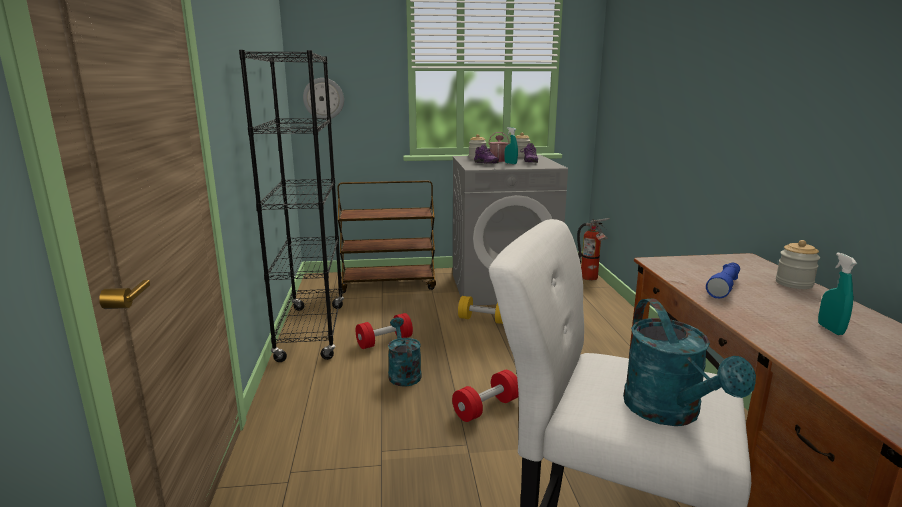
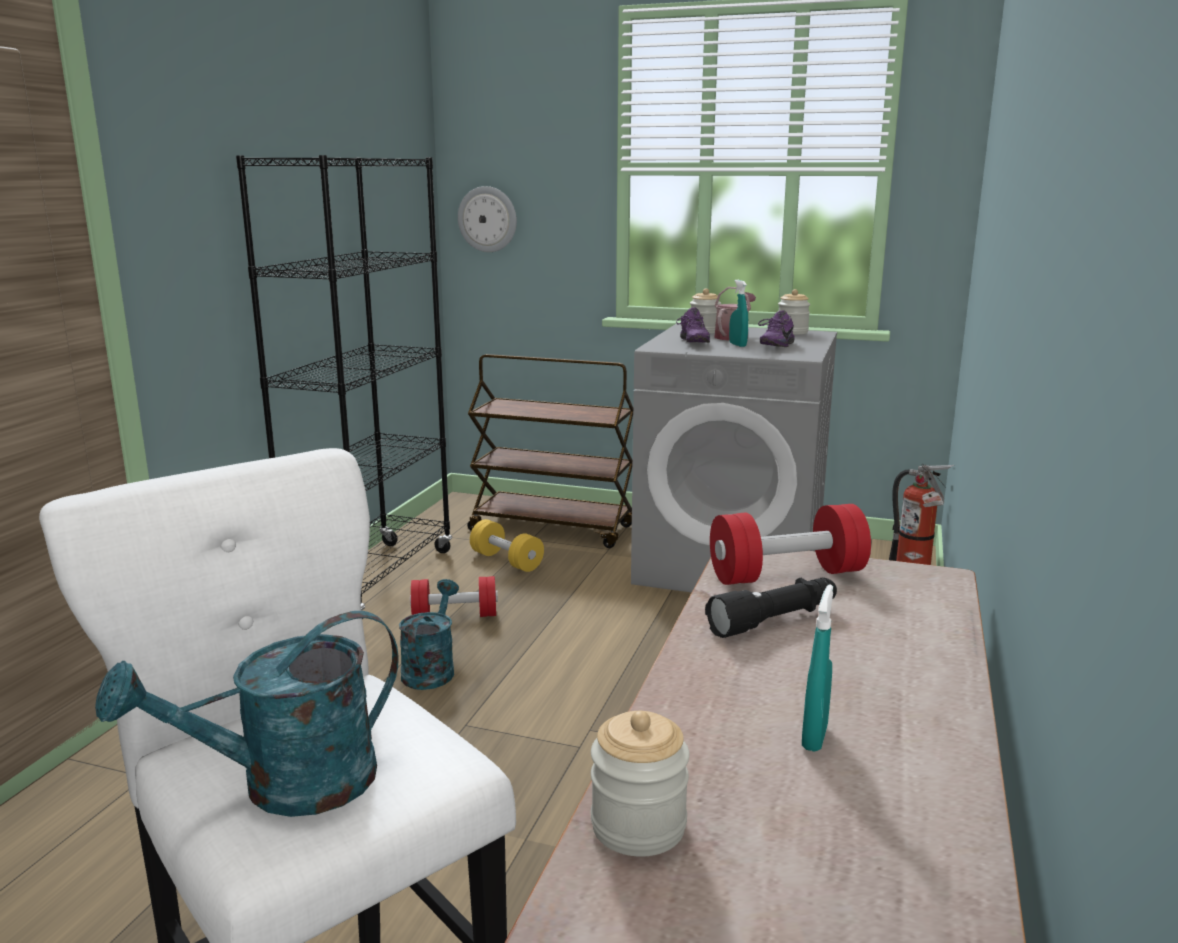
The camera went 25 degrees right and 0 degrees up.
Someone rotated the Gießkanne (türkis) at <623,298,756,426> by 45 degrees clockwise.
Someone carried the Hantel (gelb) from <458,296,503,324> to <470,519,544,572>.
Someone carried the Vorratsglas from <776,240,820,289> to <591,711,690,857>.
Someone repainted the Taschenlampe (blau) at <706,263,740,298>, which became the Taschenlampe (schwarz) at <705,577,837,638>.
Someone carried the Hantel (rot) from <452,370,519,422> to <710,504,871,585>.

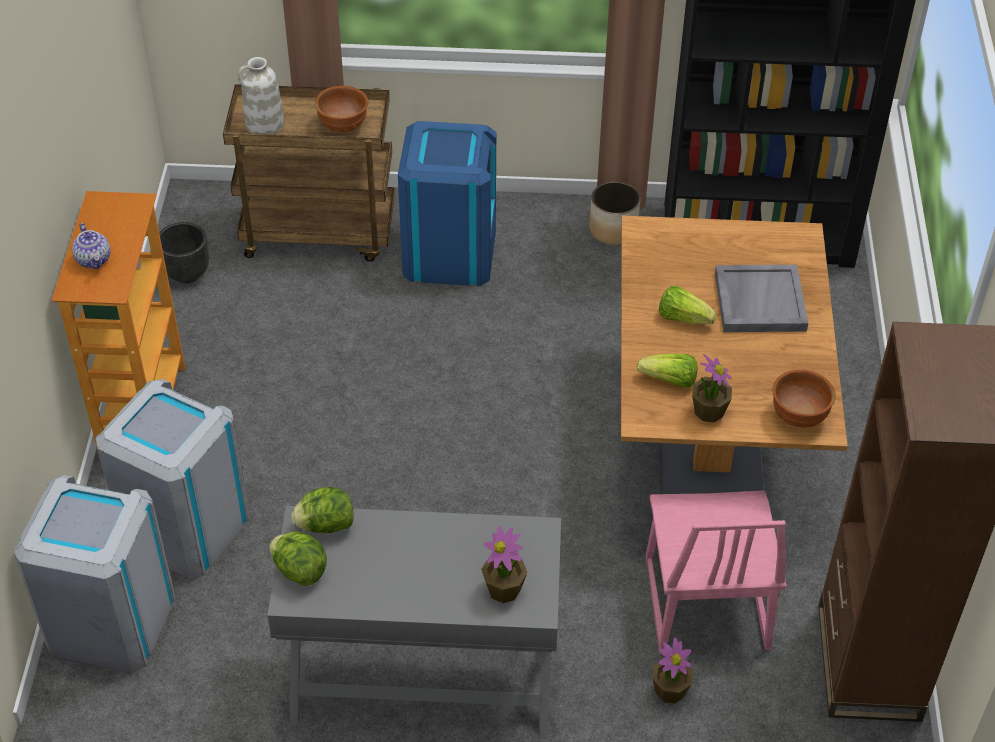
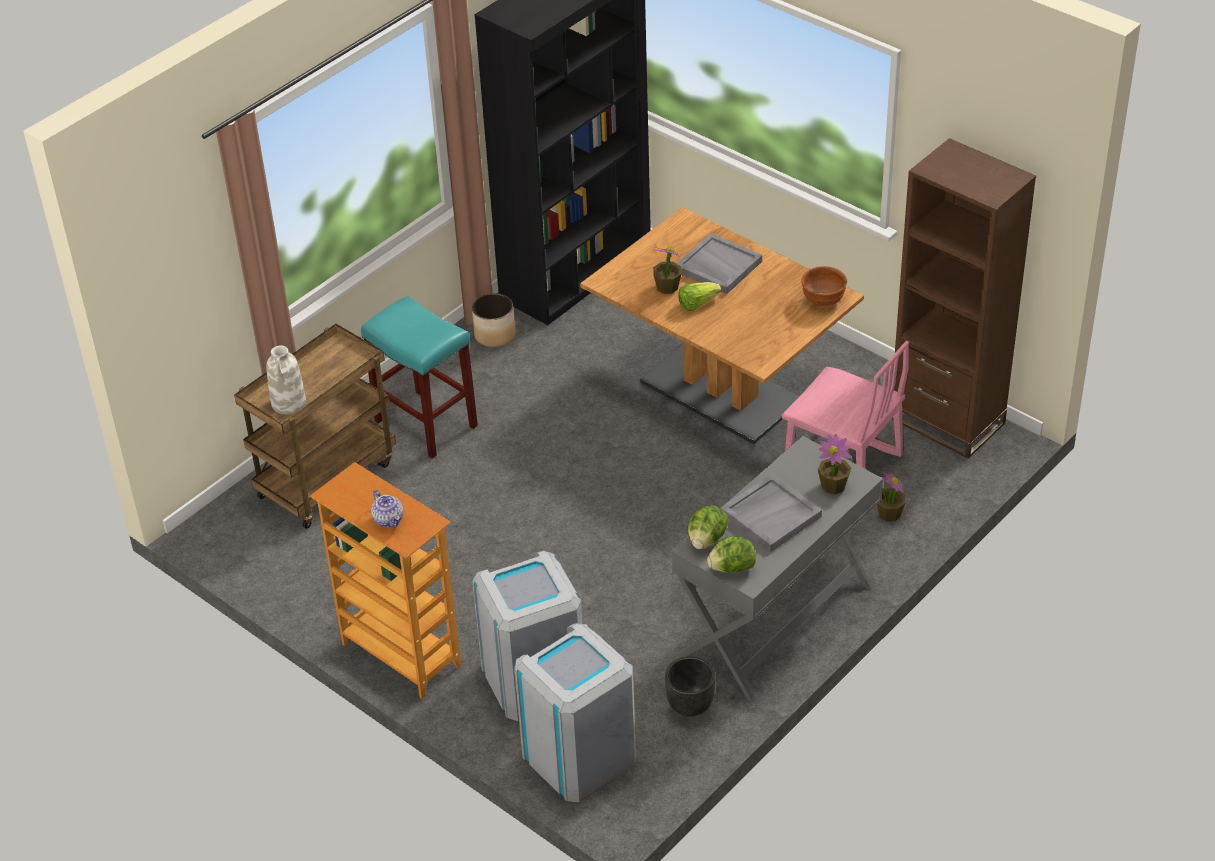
The camera went 50 degrees left and 5 degrees down.
Someone swapped the Mülleimer (blau) at <398,121,496,286> for the Hocker (türkis) at <361,296,478,459>.
Someone rotated the Teekanne at <72,223,110,270> by 45 degrees clockwise.
Someone carried the Topfpflanze from <692,354,732,422> to <653,247,682,294>.
Someone carried the Pflanzkübel (schwarz) from <159,222,209,283> to <665,656,715,717>.
Someone put down the Tablett (grau) at <721,474,822,552>.
Someone took away the Schüssel (braun) at <315,86,368,132>.
Someone took away the Salatkopf at <637,354,697,388>.

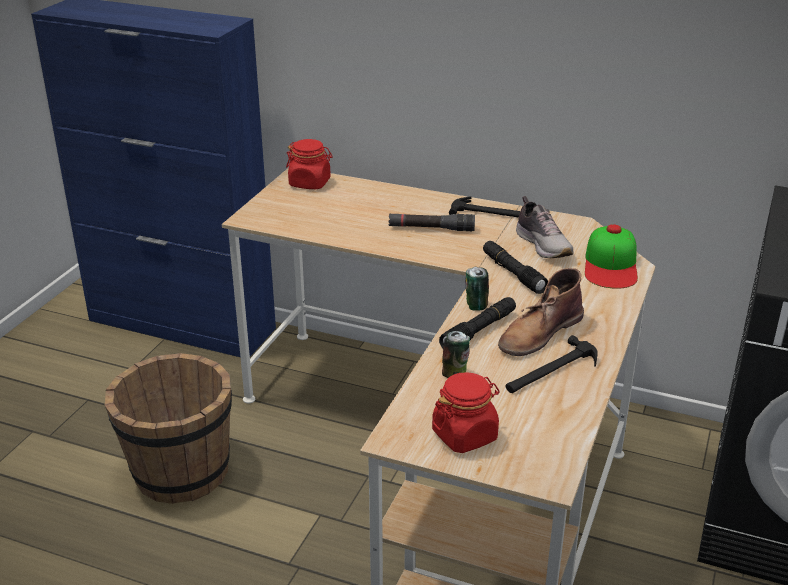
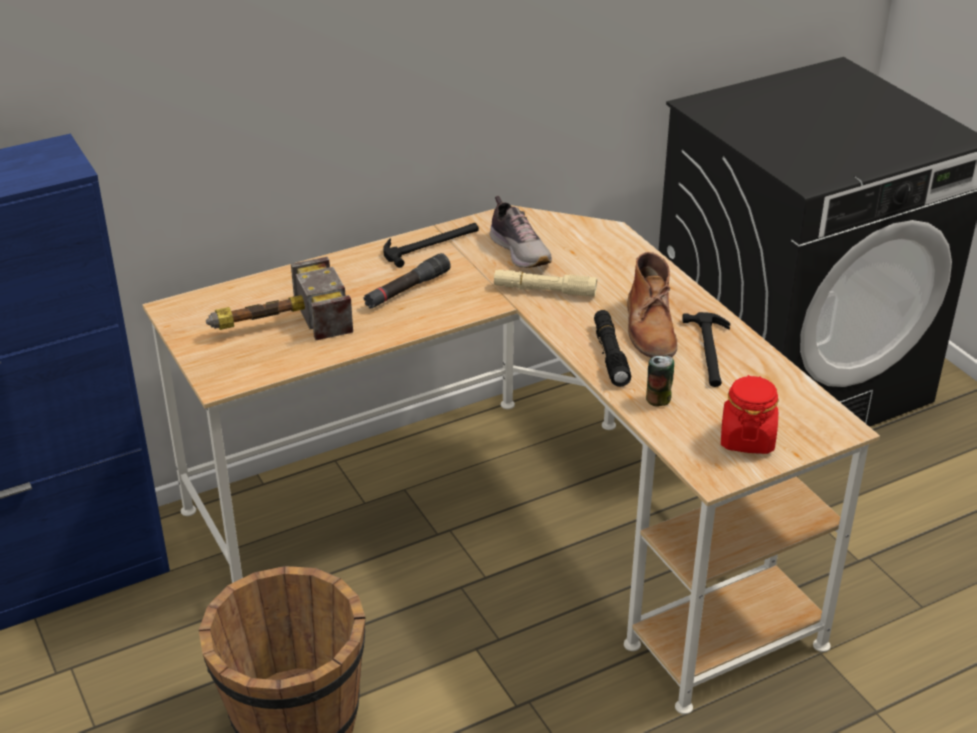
The camera went 50 degrees left and 5 degrees up.
Someone put down the Hammer at <206,257,353,340>.
Someone rotated the Schuh at <516,196,573,258> by 45 degrees clockwise.
Someone repainted the Taschenlampe (schwarz) at <483,241,548,294>, which became the Taschenlampe (beige) at <494,270,597,297>.
Someone took away the Vorratsglas (rot) at <286,139,333,189>.
Someone took away the Dose at <465,267,489,311>.
Someone took away the Kappe at <585,224,638,289>.

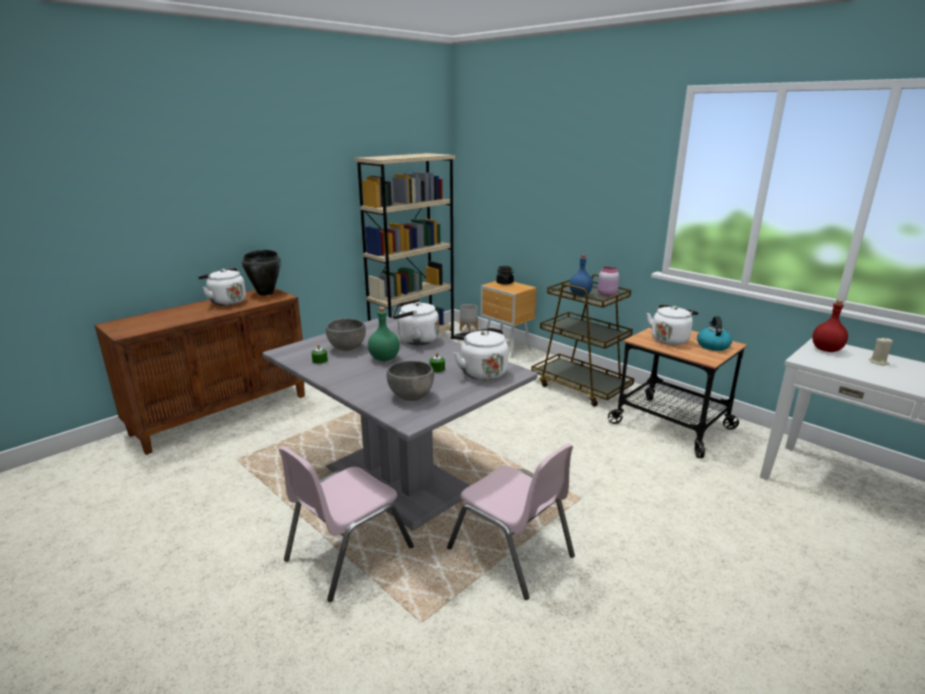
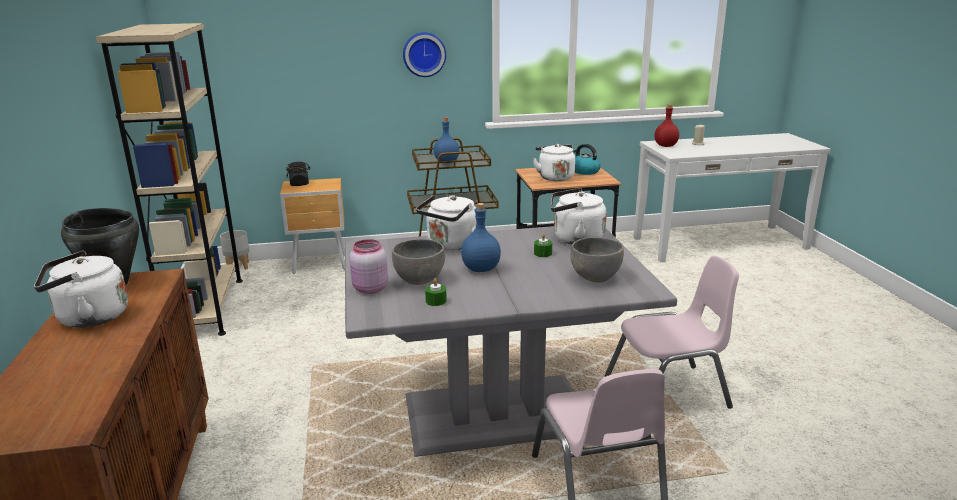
The camera went 55 degrees left and 0 degrees up.
Someone carried the Vorratsglas (rosa) from <598,267,619,296> to <349,239,388,294>.
Someone put up the Wanduhr at <403,32,446,77>.
Someone repainted the Flasche (grün) at <368,307,400,361>, which became the Flasche (blau) at <461,203,501,272>.

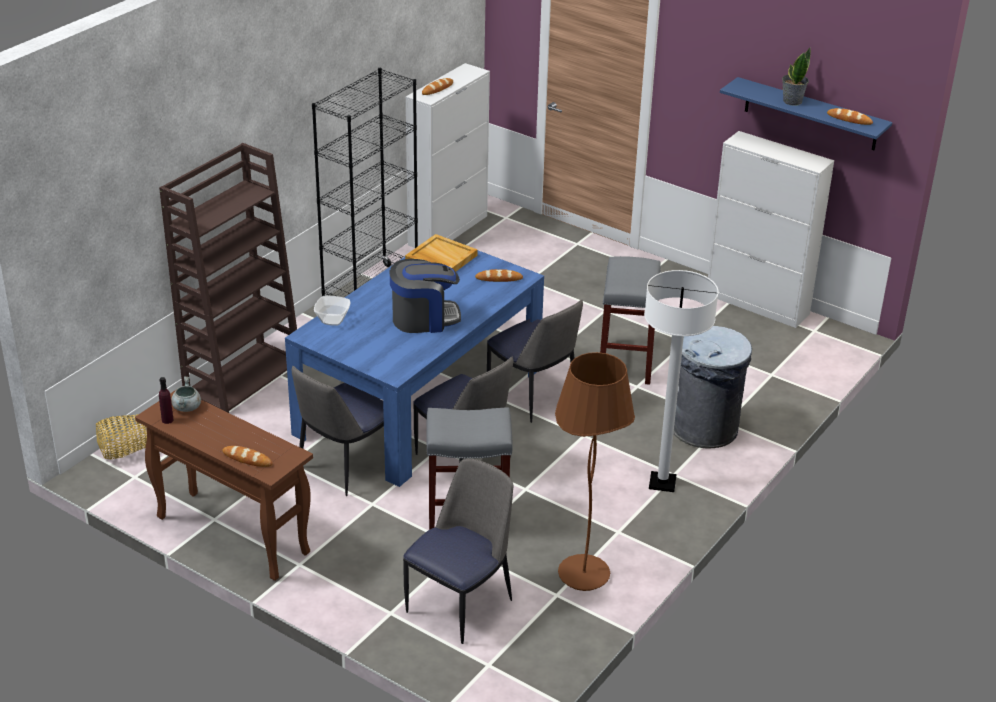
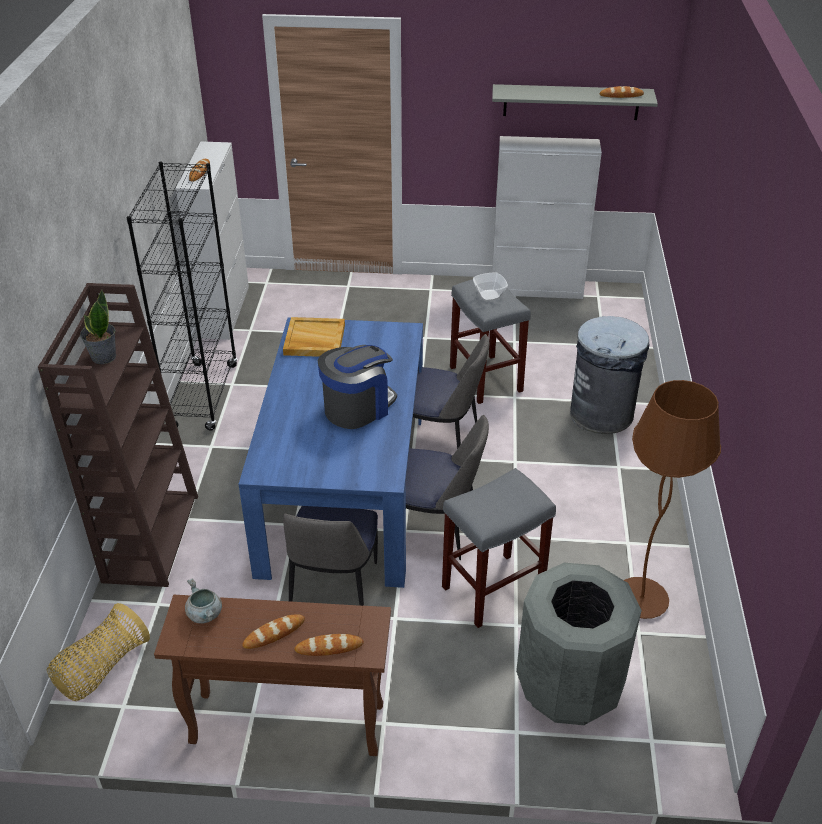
The camera went 30 degrees left and 5 degrees up.
Someone carried the Topfpflanze from <782,48,811,106> to <80,290,116,364>.
Someone carried the Brot from <475,269,523,282> to <242,614,305,649>.
Someone carried the Schüssel from <314,296,351,326> to <473,273,508,301>.
Someone repainted the Wandregal (blau) at <720,77,892,150>, which became the Wandregal (grau) at <492,84,658,120>.
Someone swapped the Stuhl at <403,459,513,644> for the Mülleimer (grau) at <516,563,642,725>.
Someone took away the Flasche (lila) at <159,377,173,424>.
Someone took away the Stehlampe (weiß) at <644,270,718,492>.

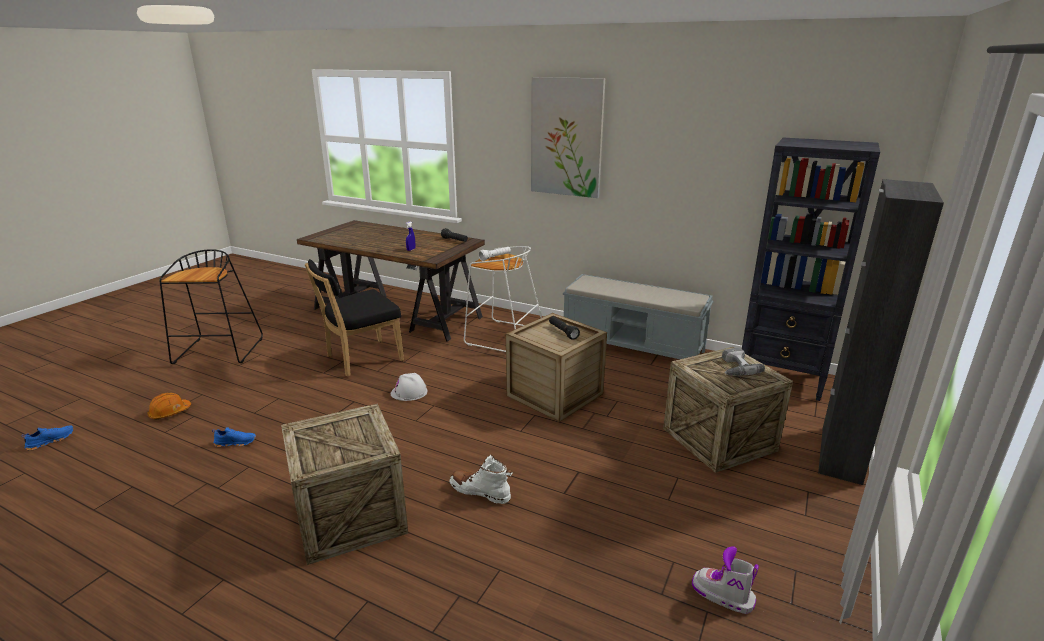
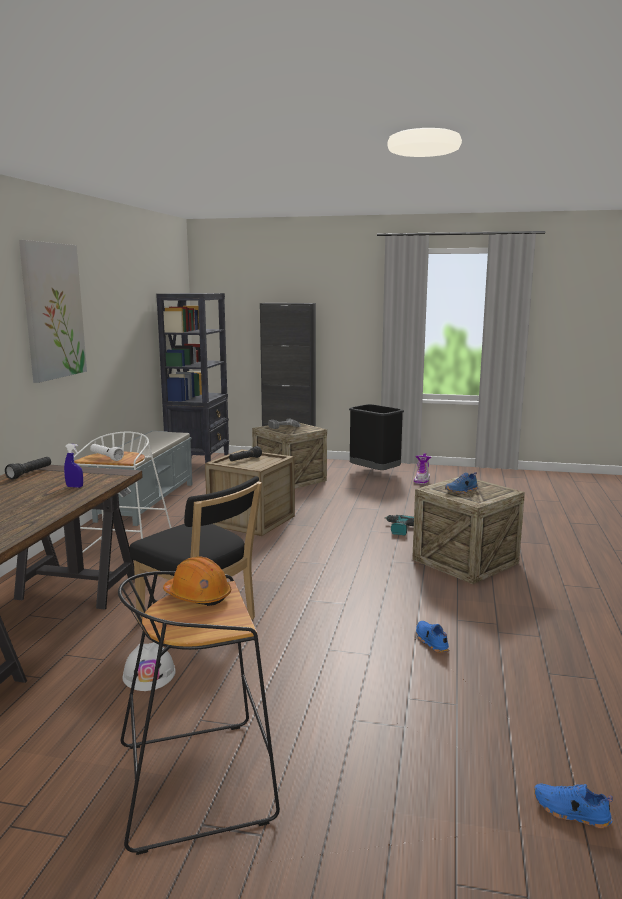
The camera went 105 degrees left and 10 degrees down.
Someone carried the Schutzhelm (weiß) from <391,373,428,401> to <122,642,176,691>.
Someone carried the Schutzhelm (orange) from <147,392,191,420> to <163,557,231,606>.
Someone put down the Mülleimer (schwarz) at <349,404,404,470>.
Someone swapped the Stiefel (weiß) at <450,455,513,504> for the Bohrmaschine at <384,515,414,536>.
Someone put down the Schuh (blau) at <445,472,478,494>.

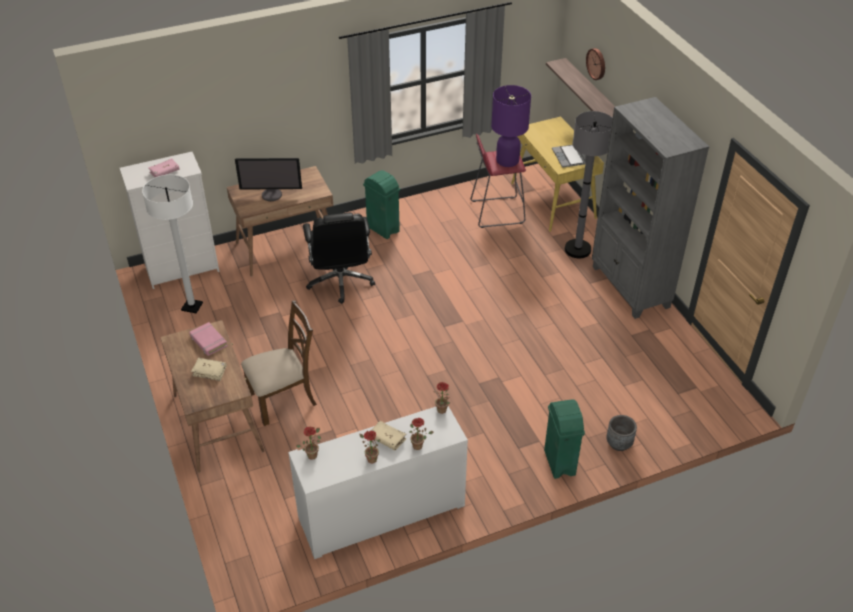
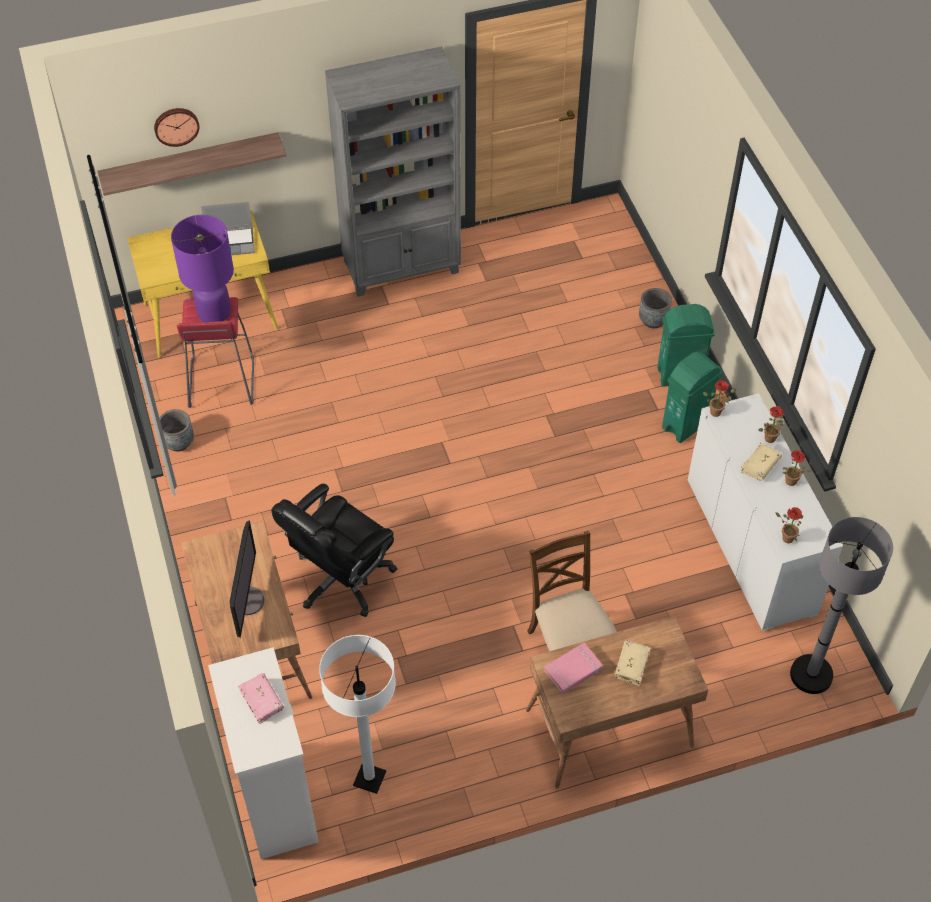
The camera went 85 degrees left and 10 degrees up.
Someone put down the Pflanzkübel (grau) at <159,409,194,452>.
Someone rotated the Bürostuhl (schwarz) at <303,213,375,304> by 135 degrees clockwise.
Someone carried the Mülleimer (grün) from <363,170,400,239> to <662,352,722,443>.
Someone carried the Stehlampe (grau) from <565,111,613,258> to <790,517,893,694>.

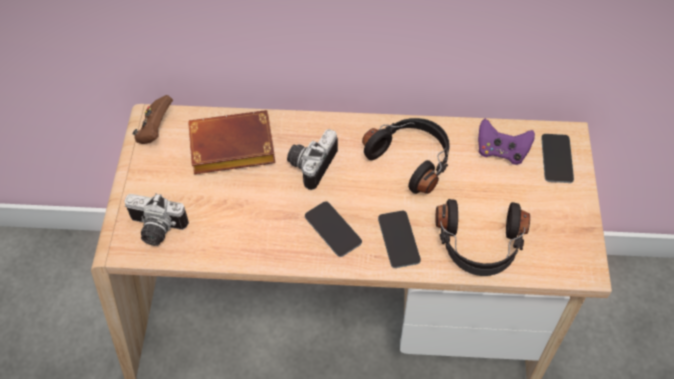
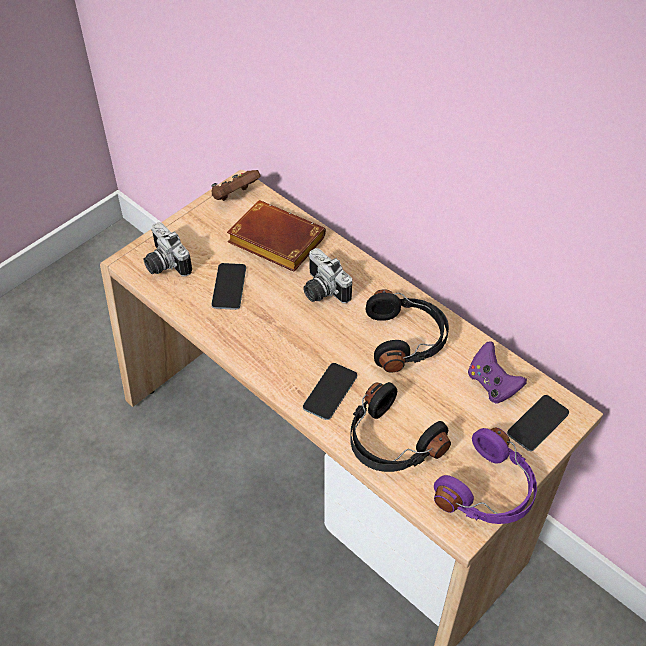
The camera went 40 degrees right and 5 degrees down.
Someone carried the Handy from <305,201,362,257> to <211,263,246,310>.
Someone rotated the Kamera at <287,129,338,190> by 105 degrees counterclockwise.
Someone put down the Kopfhörer (lila) at <434,427,537,524>.

